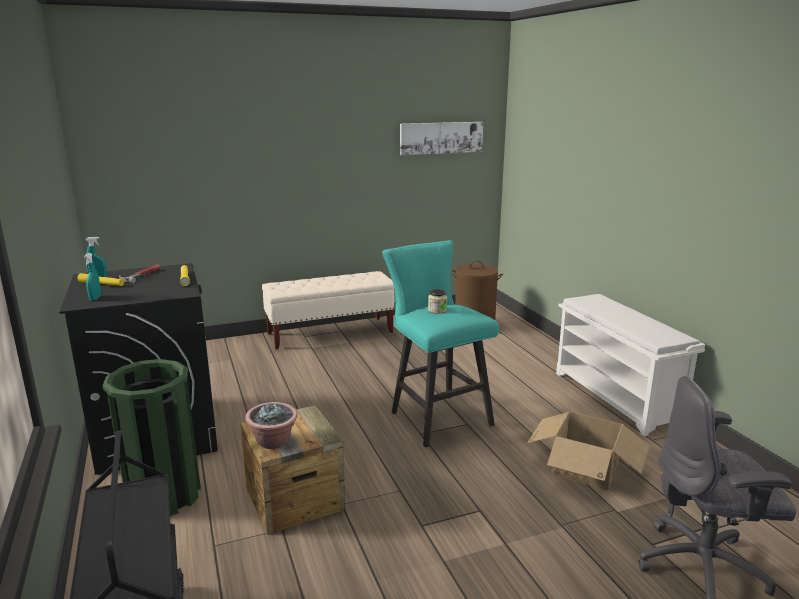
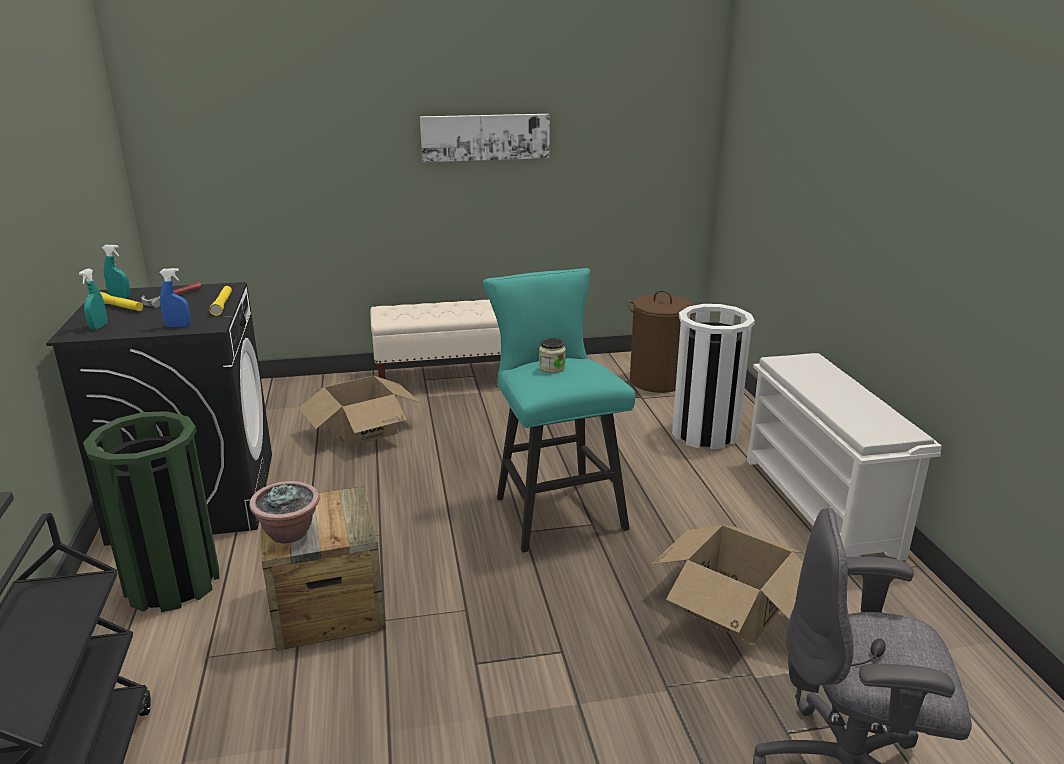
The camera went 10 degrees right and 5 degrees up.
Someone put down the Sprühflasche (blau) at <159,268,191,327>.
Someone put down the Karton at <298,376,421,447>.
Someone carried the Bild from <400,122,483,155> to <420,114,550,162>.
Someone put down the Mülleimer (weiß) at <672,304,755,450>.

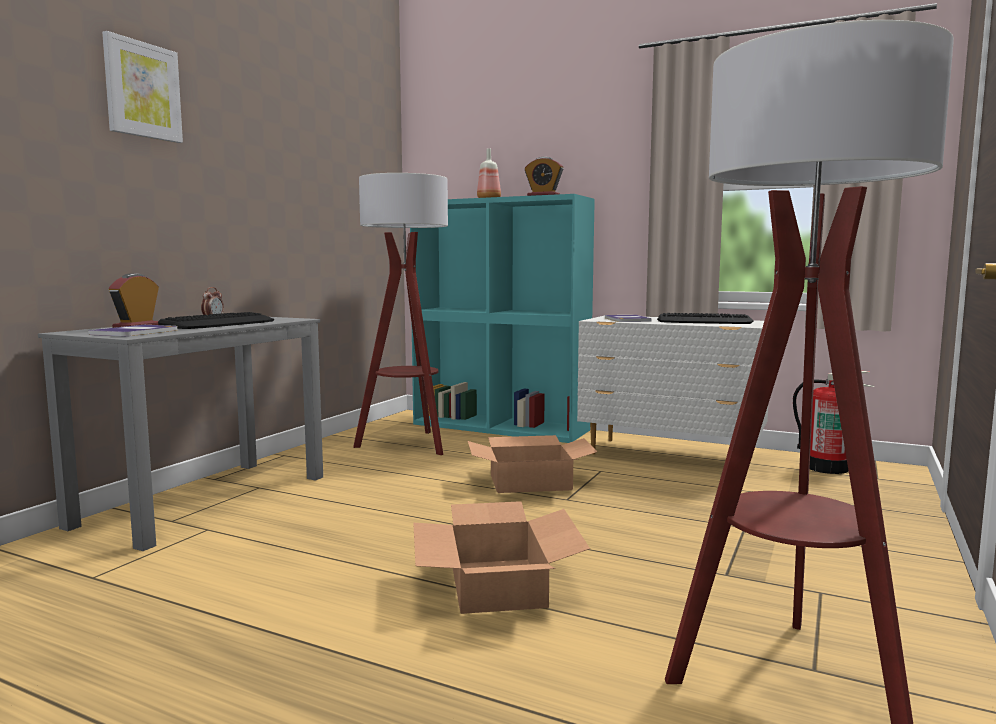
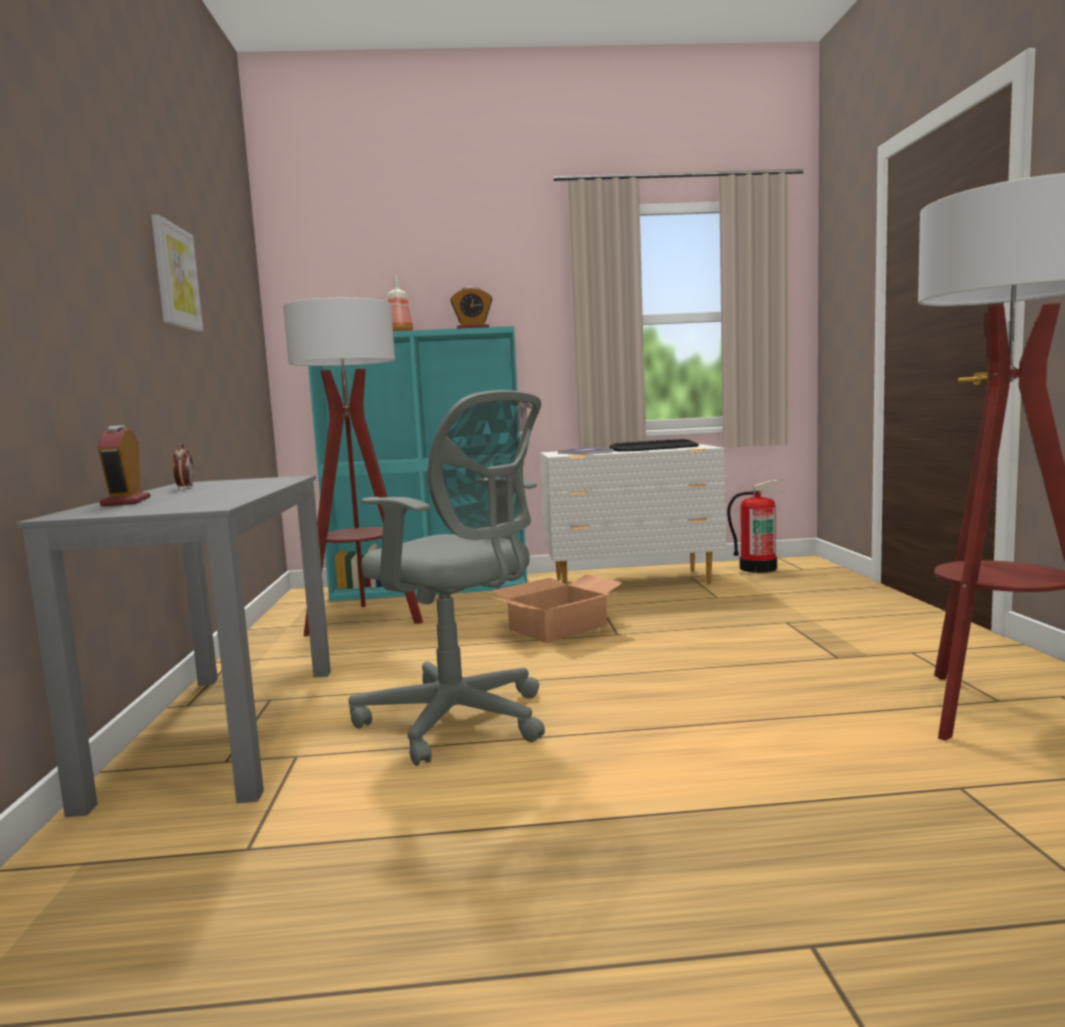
The camera went 30 degrees left and 0 degrees up.
Someone carried the Bild from <102,31,183,143> to <151,215,203,332>.
Someone put down the Bürostuhl (grau) at <349,390,545,766>.
Someone took away the Buch at <88,325,177,336>.
Someone took away the Tastatur at <158,312,274,329>.
Someone took away the Karton at <413,501,590,614>.

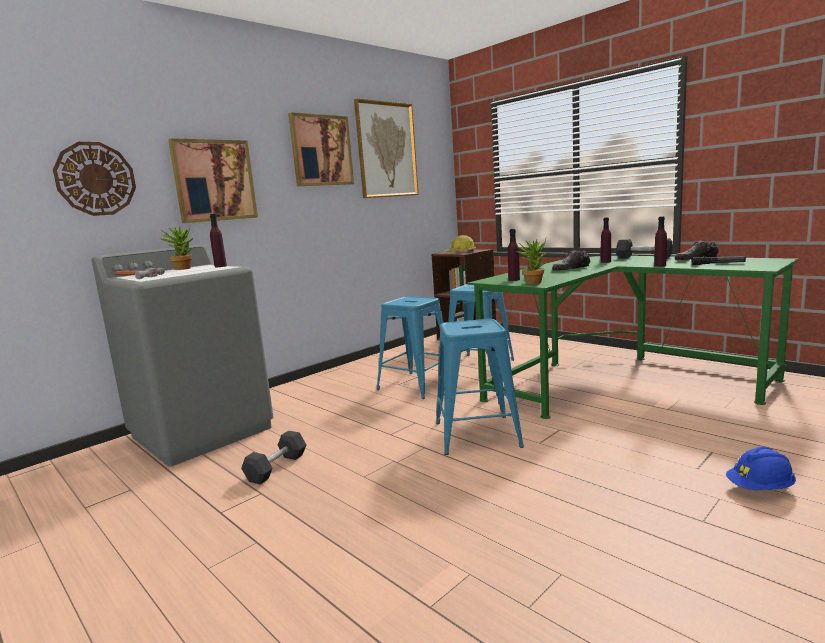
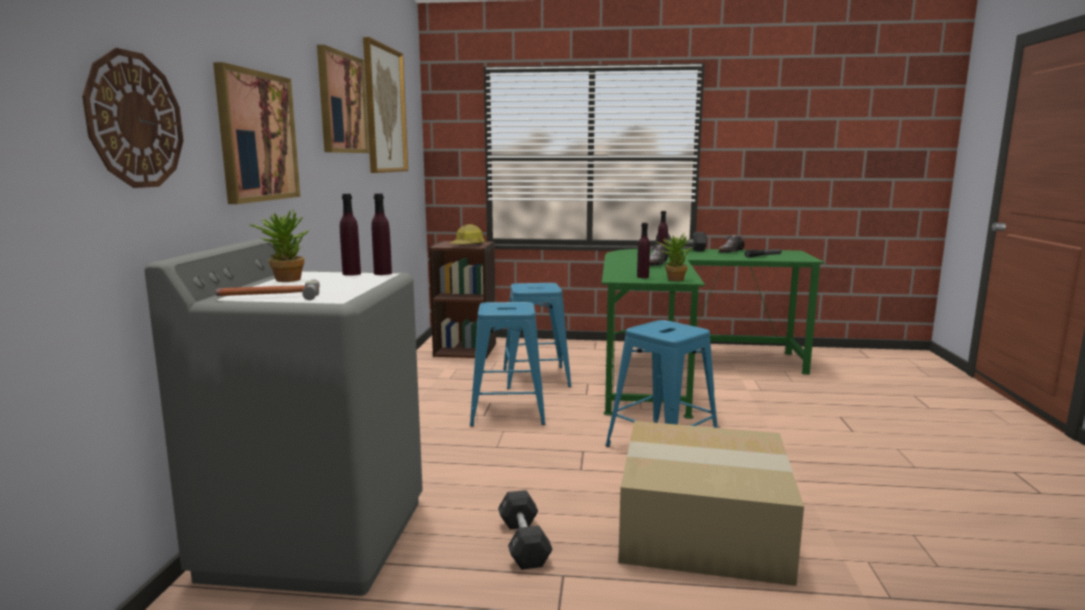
The camera went 40 degrees left and 0 degrees up.
Someone carried the Flasche (lila) from <654,216,667,267> to <371,194,392,275>.
Someone put down the Karton at <618,421,804,586>.
Someone took away the Schutzhelm (blau) at <726,447,796,490>.

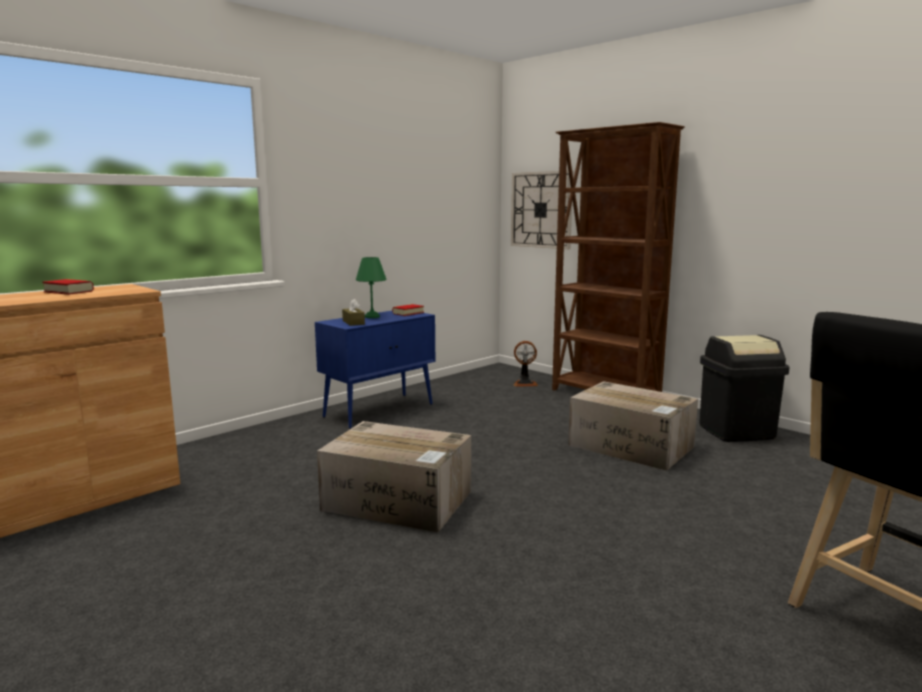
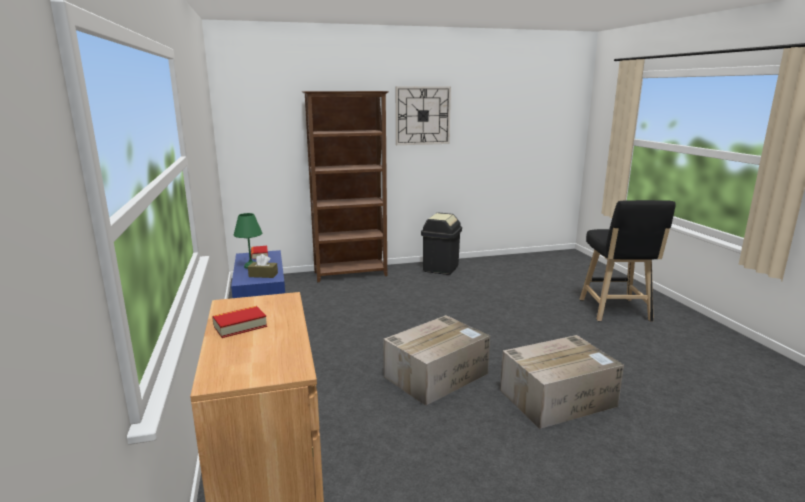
The camera went 60 degrees left and 5 degrees up.
Someone carried the Wanduhr from <511,171,573,249> to <396,86,451,145>.
Someone carried the Karton from <568,381,698,471> to <500,335,624,429>.
Someone took away the Ventilator at <513,341,538,387>.

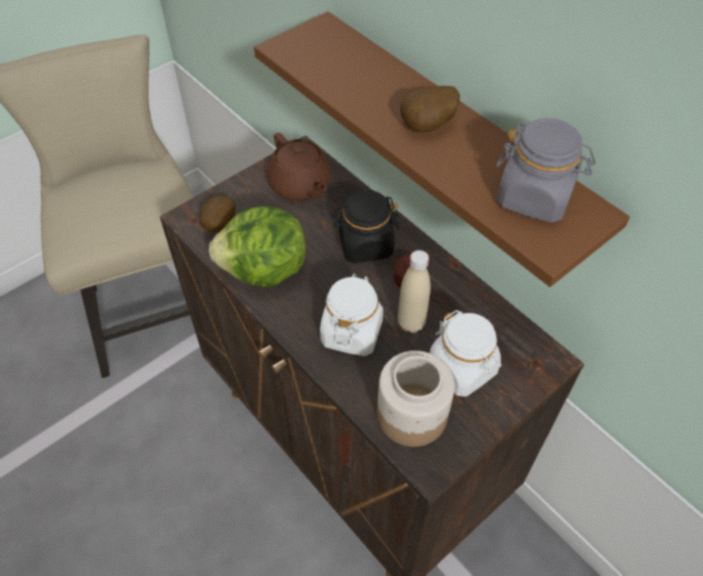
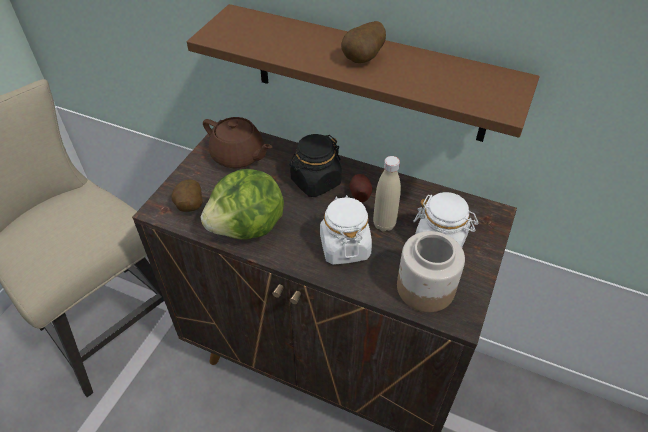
The camera went 25 degrees left and 5 degrees down.
Someone took away the Vorratsglas (grau) at <496,118,596,223>.

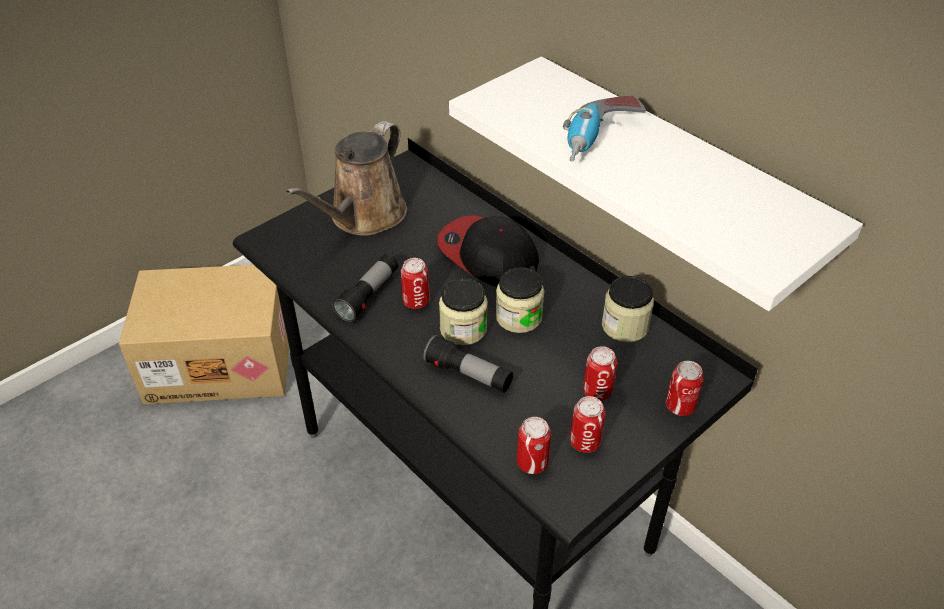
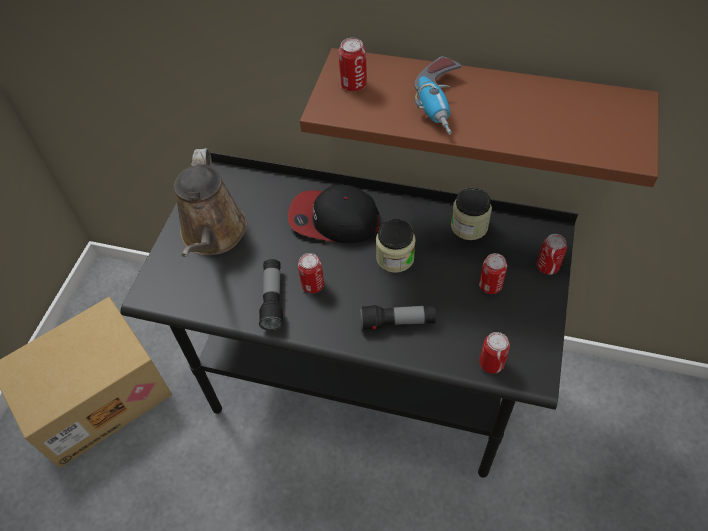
The camera went 30 degrees left and 10 degrees up.
Someone repainted the Wandregal (weiß) at <449,56,863,311>, which became the Wandregal (braun) at <300,48,659,187>.
Someone carried the Dose from <570,396,606,453> to <339,38,367,91>.
Someone took away the Vorratsglas at <439,278,488,345>.

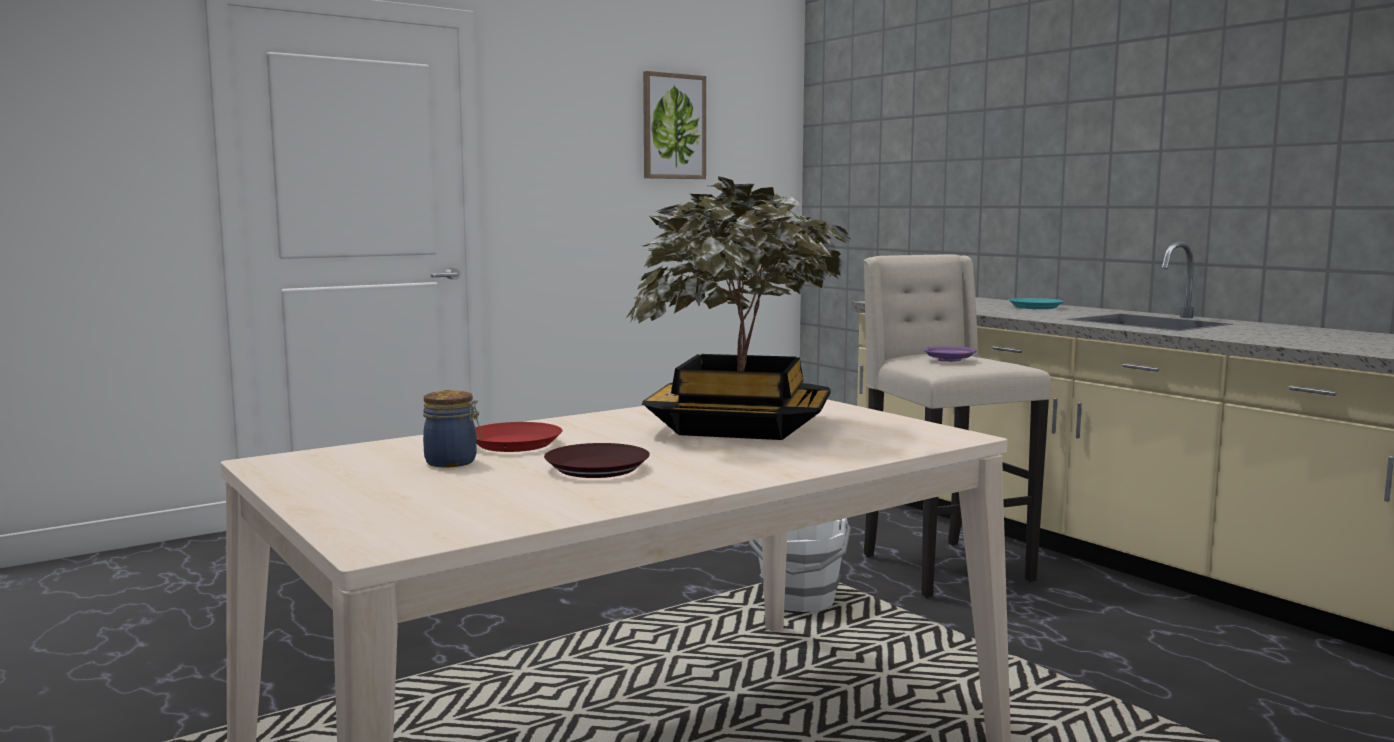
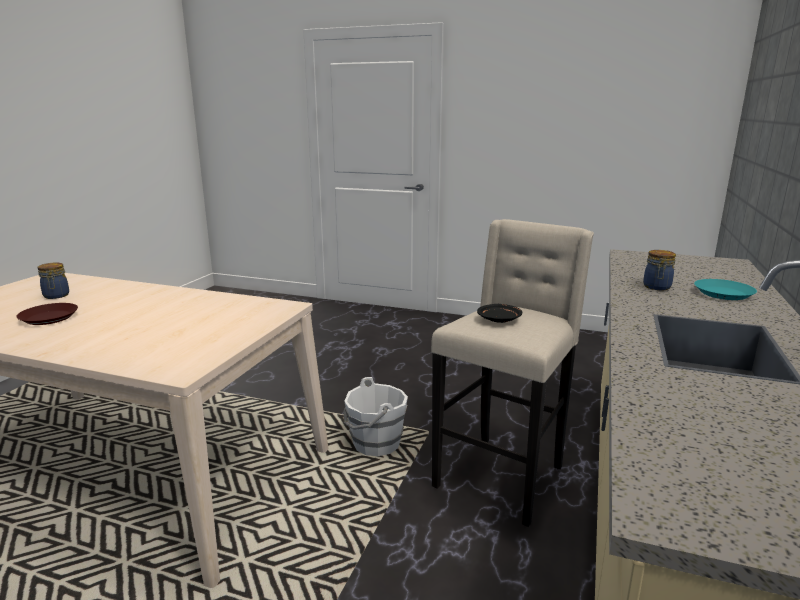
The camera went 55 degrees right and 10 degrees up.
Someone repainted the Teller (lila) at <924,346,977,362>, which became the Teller (schwarz) at <477,304,522,323>.
Someone put down the Vorratsglas at <643,250,676,290>.
Someone took away the Teller (rot) at <475,422,563,452>.
Someone took away the Topfpflanze at <626,176,851,440>.
Someone took away the Bild at <643,71,706,179>.

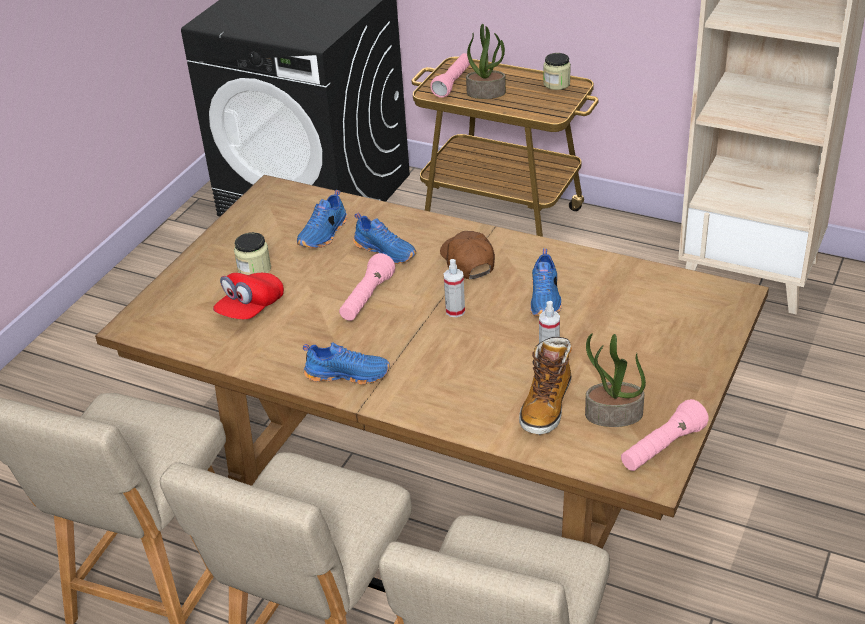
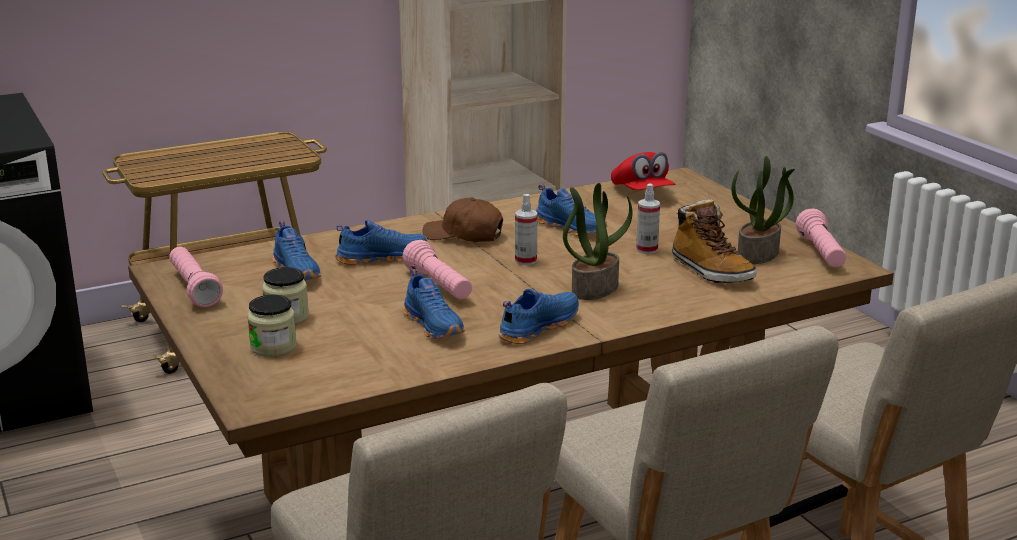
The camera went 55 degrees left and 15 degrees down.
Someone carried the Taschenlampe (rosa) from <430,53,470,98> to <169,247,223,307>.
Someone carried the Vorratsglas from <543,53,571,90> to <247,295,297,357>.
Someone put down the Schuh (blau) at <403,269,464,339>.
Someone carried the Topfpflanze from <466,24,506,99> to <563,183,632,300>.
Someone carried the Kappe (rot) from <213,273,284,319> to <611,152,676,190>.

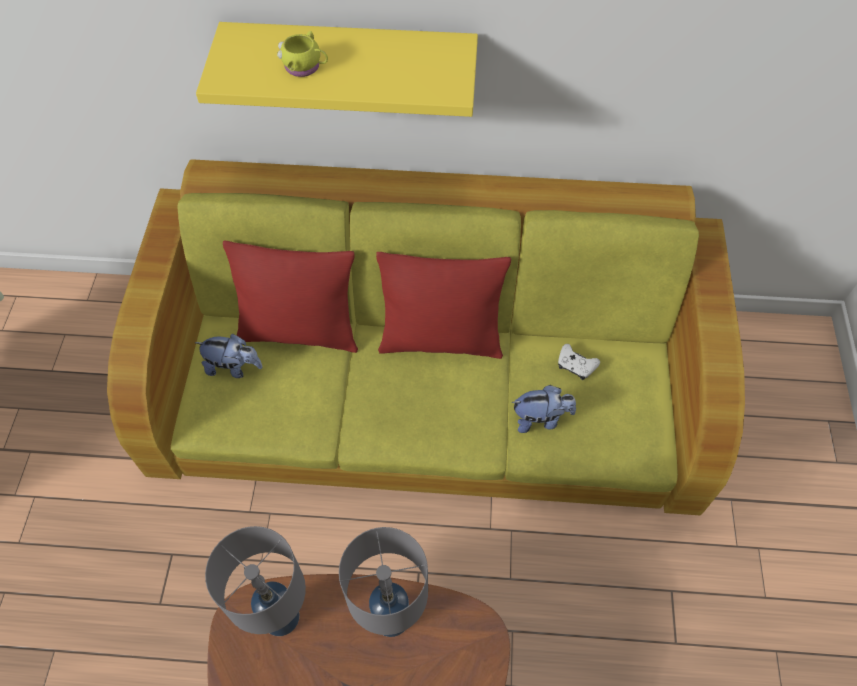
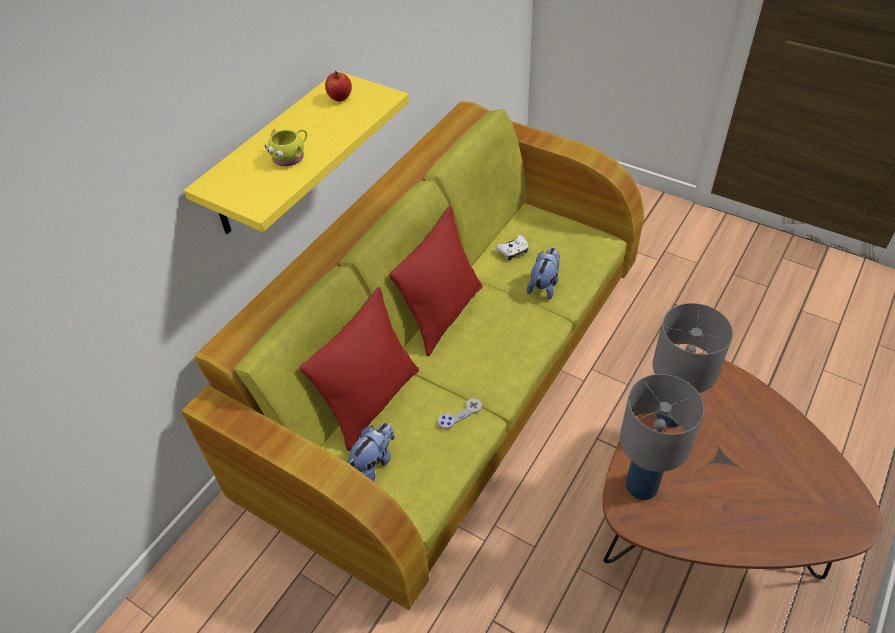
The camera went 60 degrees left and 10 degrees down.
Someone put down the Apfel at <325,71,352,102>.
Someone put down the Gamepad (grau) at <438,398,482,429>.

